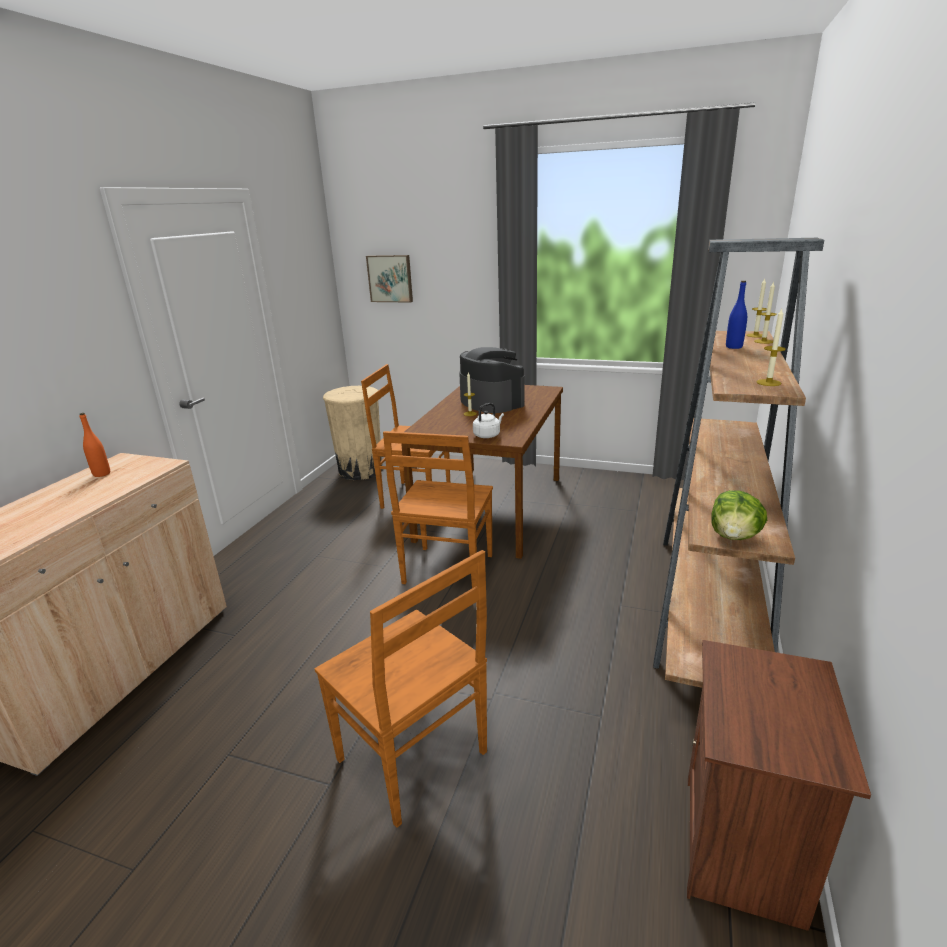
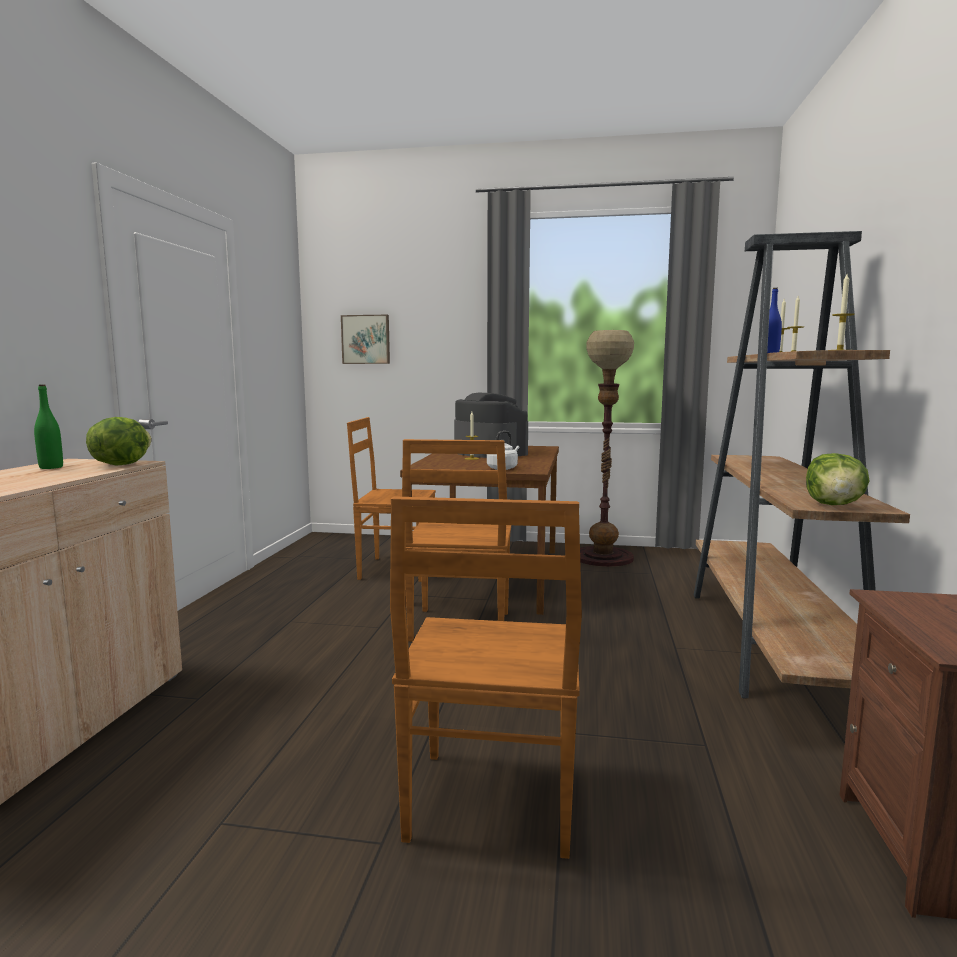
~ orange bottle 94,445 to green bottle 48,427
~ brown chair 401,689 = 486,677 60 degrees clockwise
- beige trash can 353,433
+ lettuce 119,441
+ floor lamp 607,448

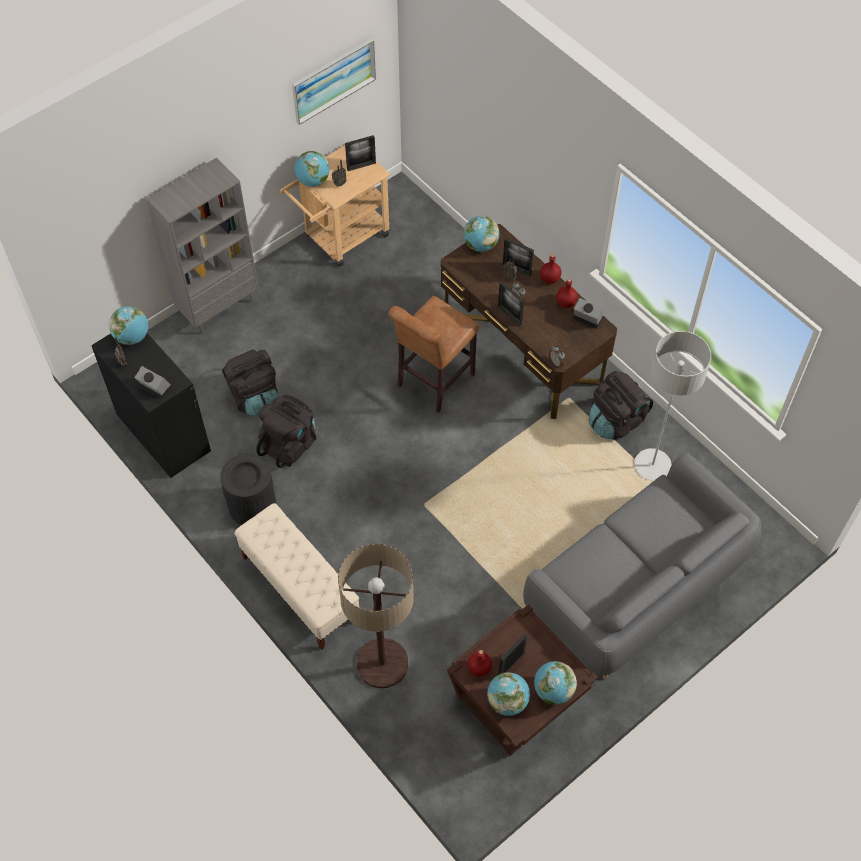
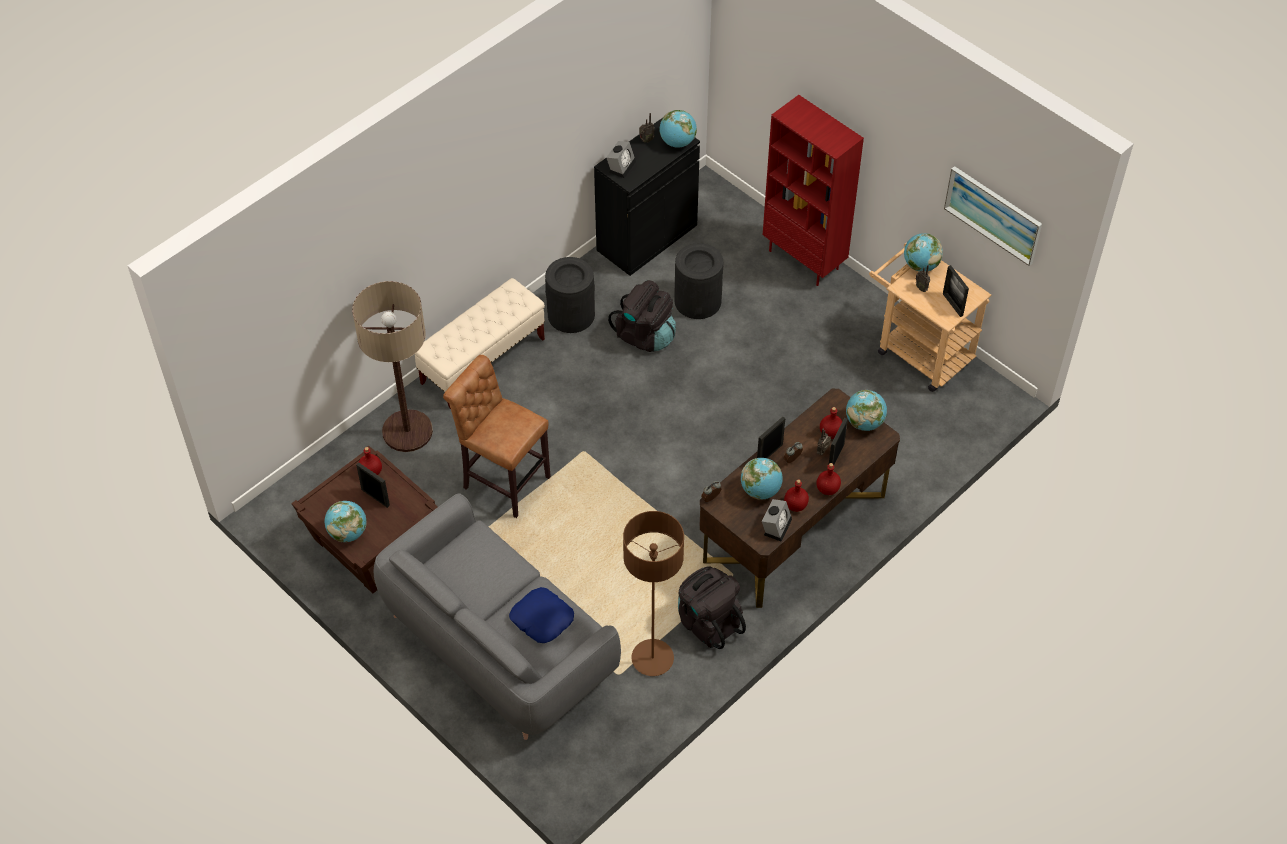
~ grey bookcase 202,246 to red bookcase 813,190
~ black backpack 250,383 to black trash can 698,281
~ brown stool 433,354 to 497,436
~ globe 508,694 to 762,479
~ grey floor lamp 672,406 to brown floor lamp 653,593
+ blue pillow 541,615
+ red bottle 831,423

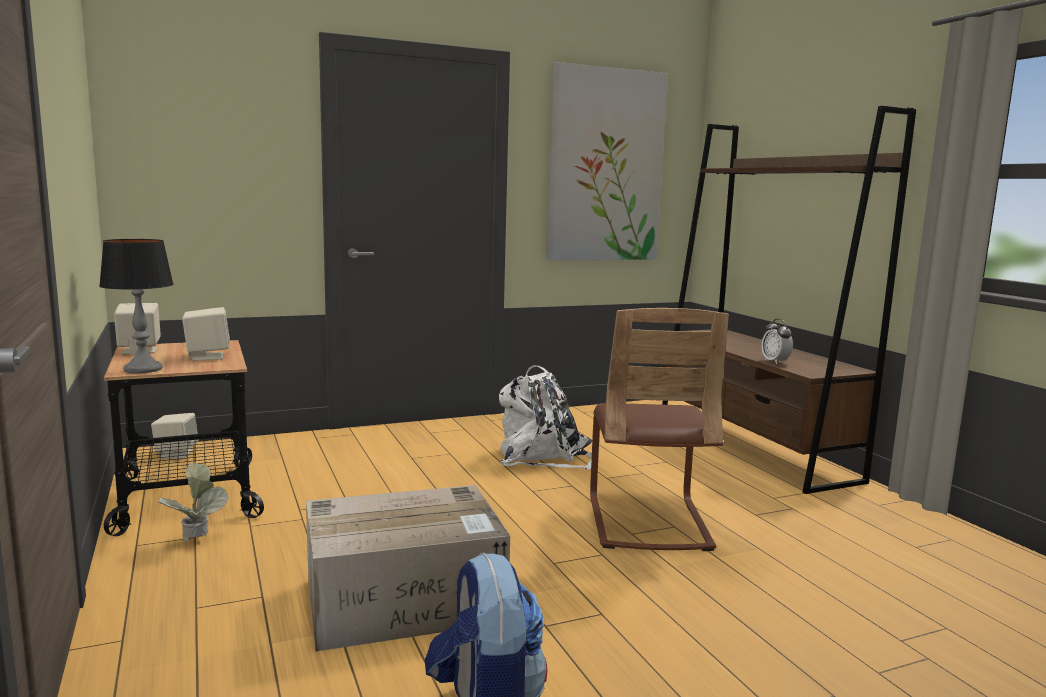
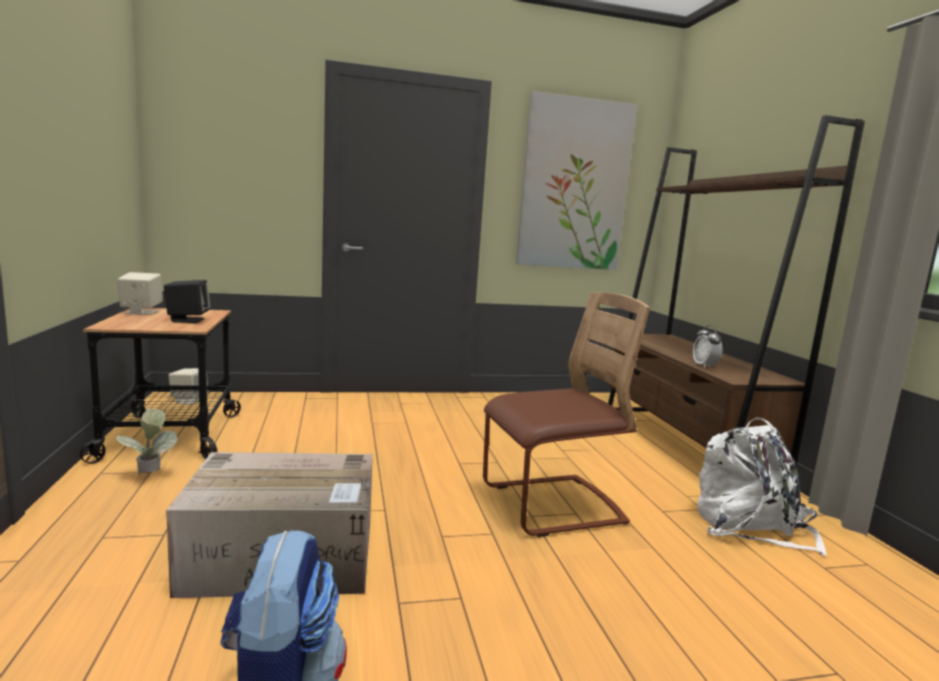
- table lamp 136,306
~ beige speaker 206,334 to black speaker 187,301
~ white backpack 545,417 to 762,486
~ brown chair 659,429 = 566,414 120 degrees counterclockwise

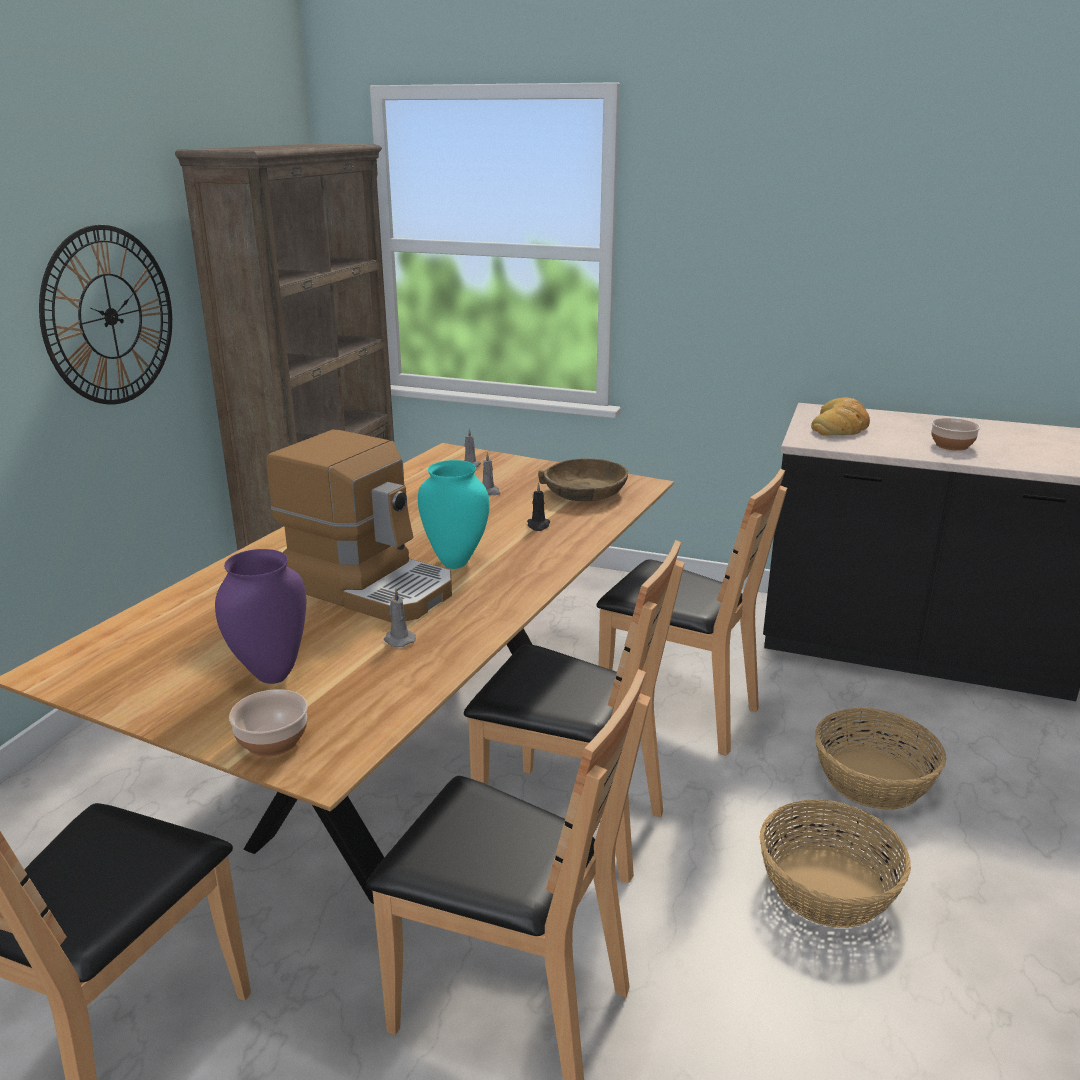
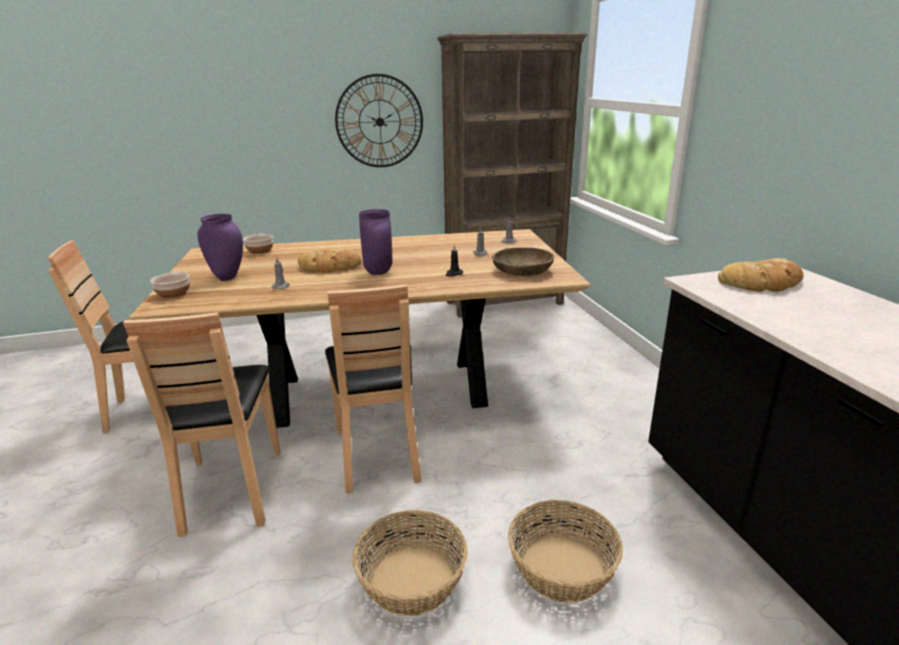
~ coffee machine 359,526 to bread 330,260
~ turquoise vase 453,514 to purple vase 375,242
- brown chair 691,612
~ bowl 956,434 to 258,244

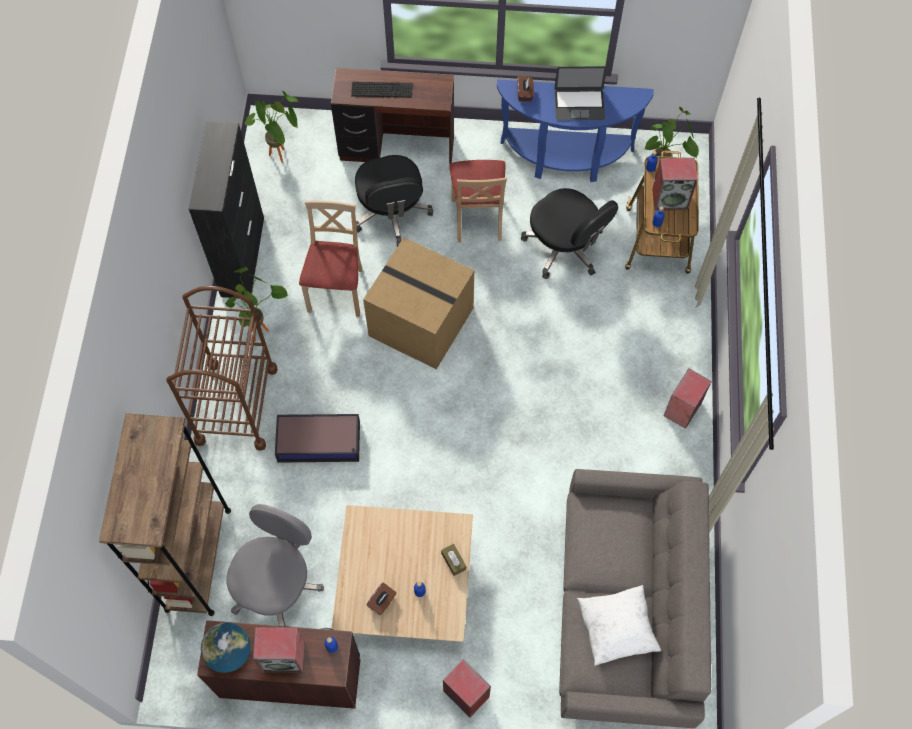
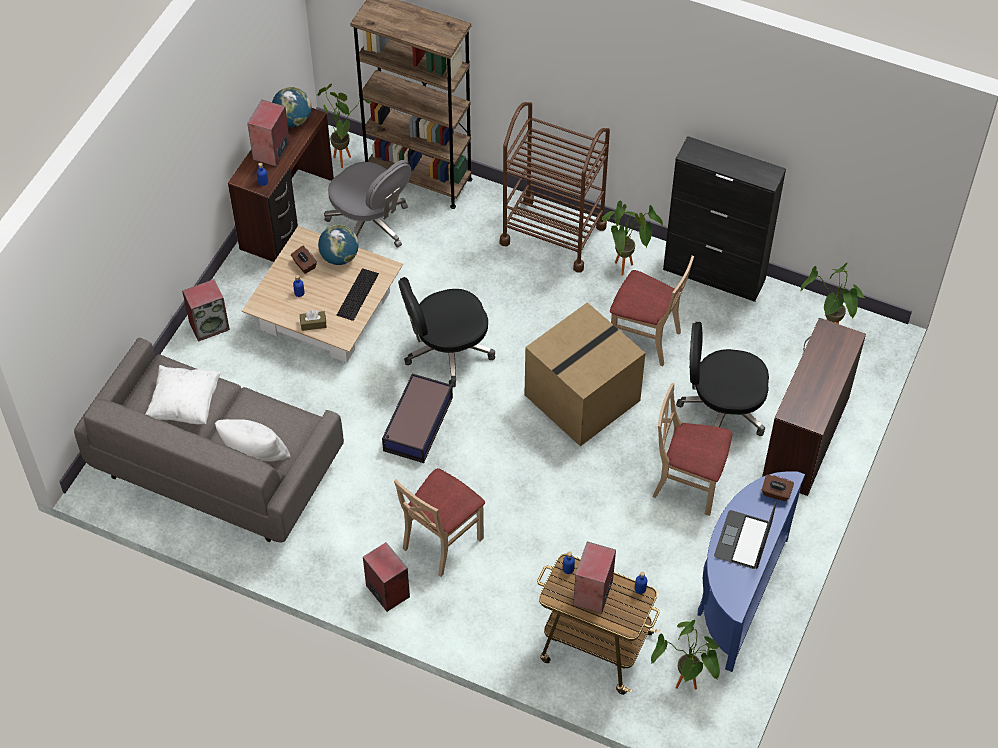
~ storage box 317,438 to 417,418
~ keyboard 382,90 to 358,294
~ black office chair 569,233 to 446,332
+ white pillow 252,440
+ potted plant 344,126
+ globe 338,245
+ beige chair 439,522

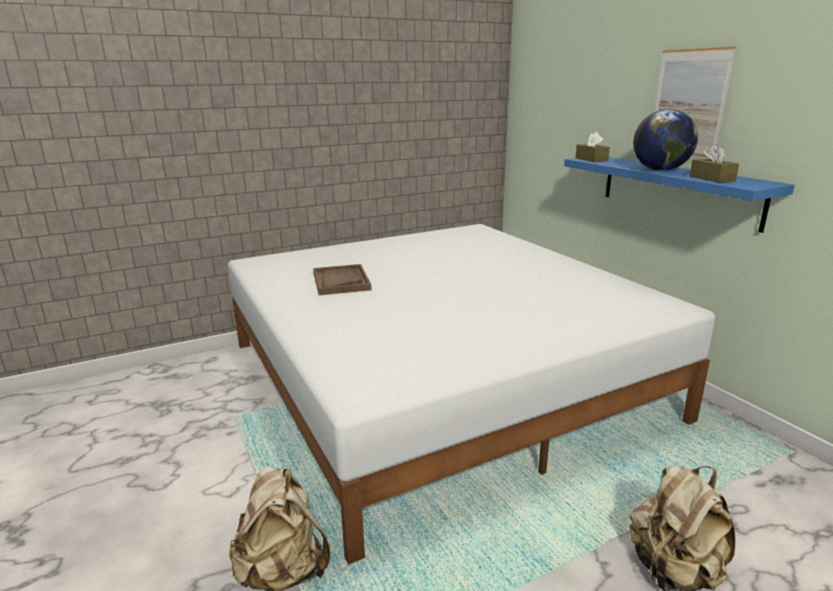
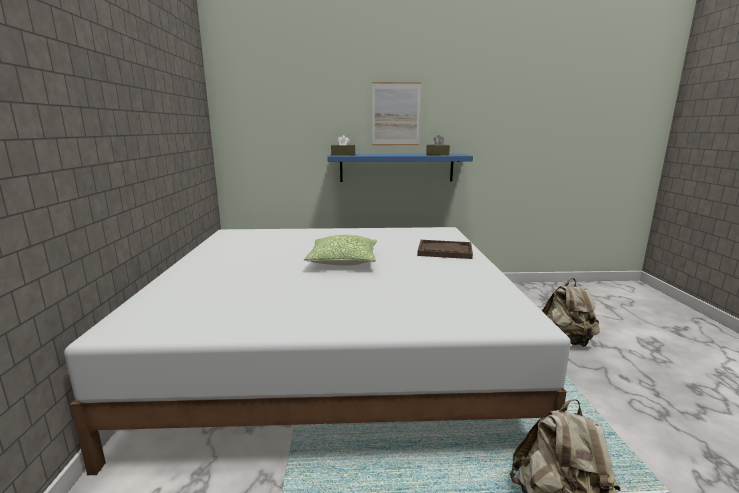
~ brown tray 342,279 to 445,249
- globe 665,140
+ pillow 340,250

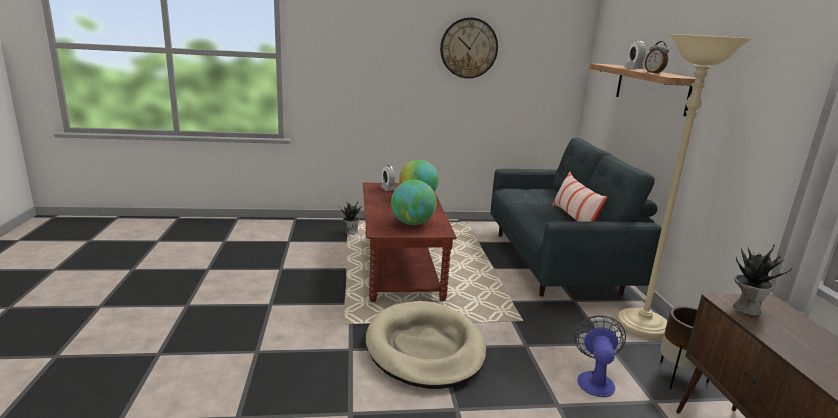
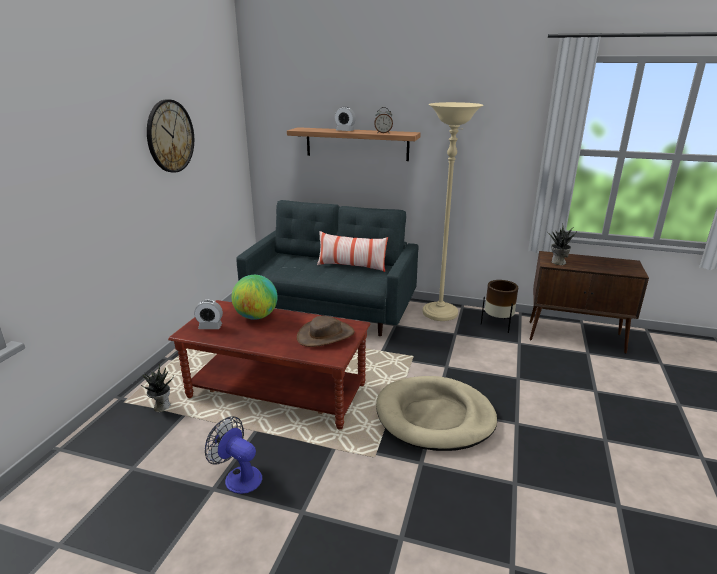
~ globe 414,202 to brown hat 326,331
~ fan 600,356 to 233,455

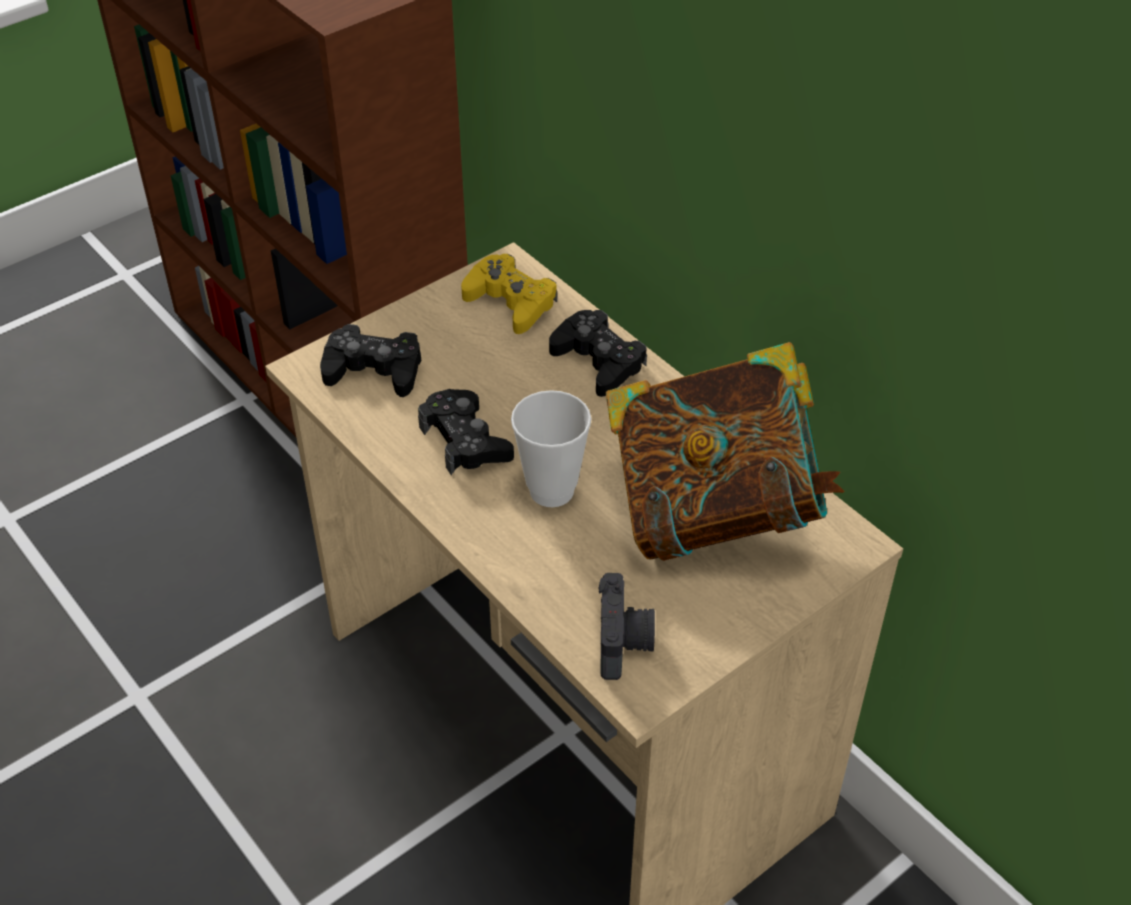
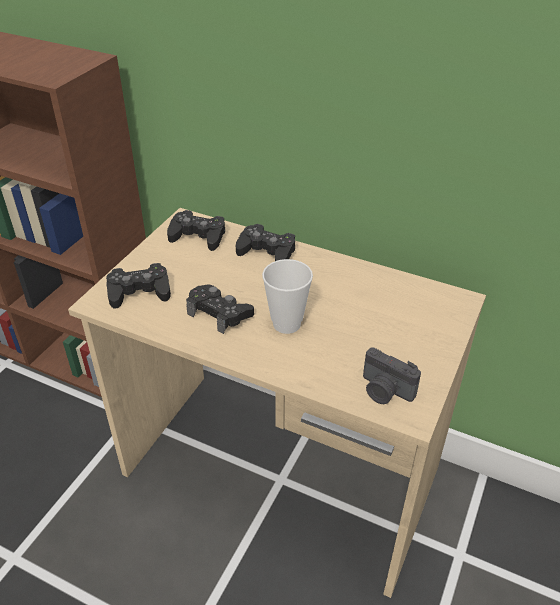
~ yellow game controller 509,294 to black game controller 196,230
~ photo camera 626,626 = 392,375 150 degrees clockwise
- book 725,451

